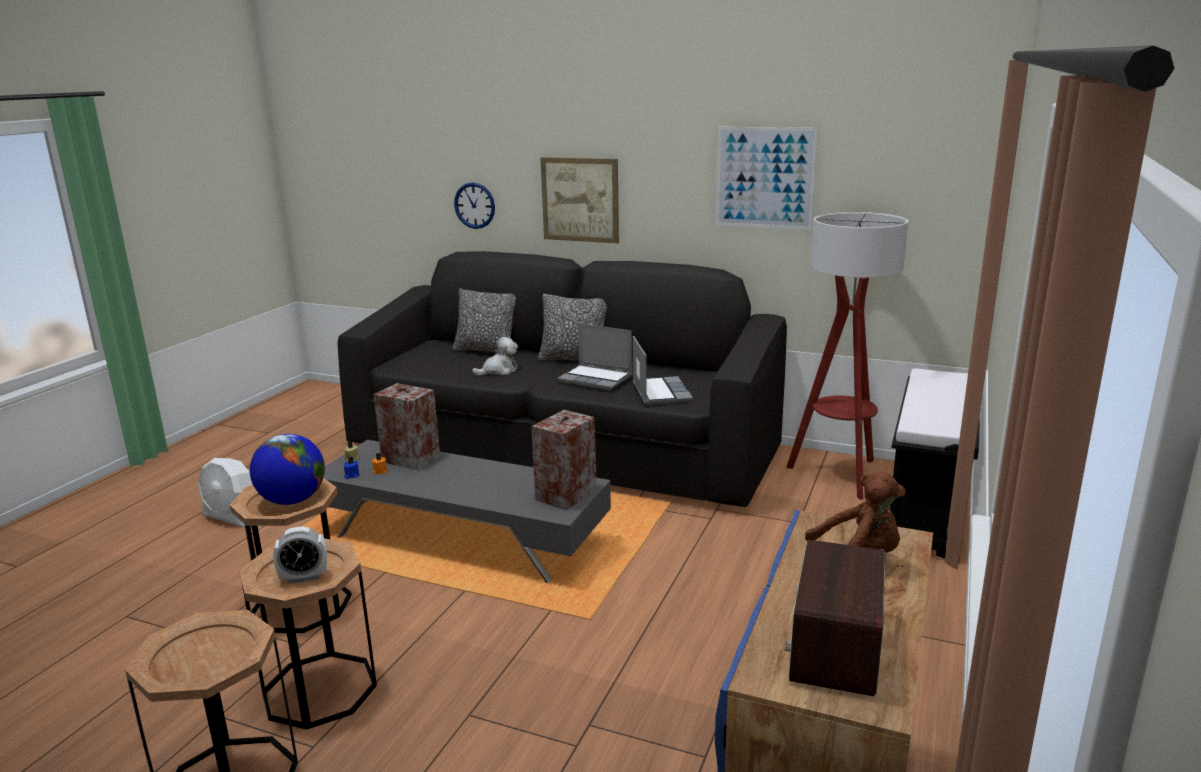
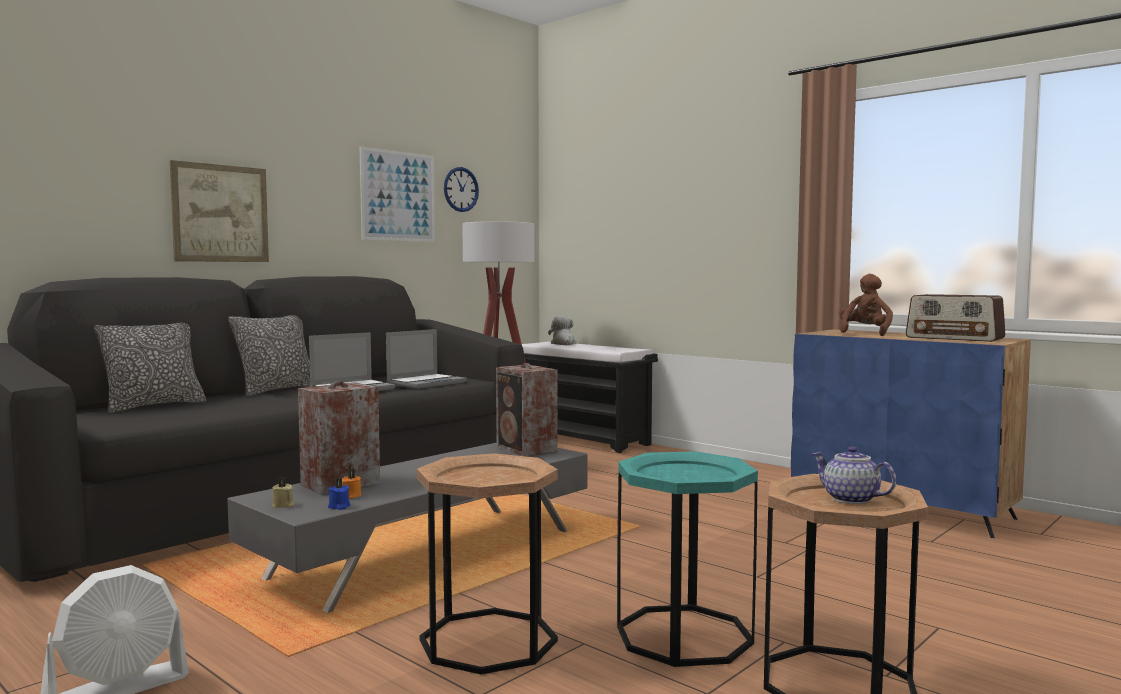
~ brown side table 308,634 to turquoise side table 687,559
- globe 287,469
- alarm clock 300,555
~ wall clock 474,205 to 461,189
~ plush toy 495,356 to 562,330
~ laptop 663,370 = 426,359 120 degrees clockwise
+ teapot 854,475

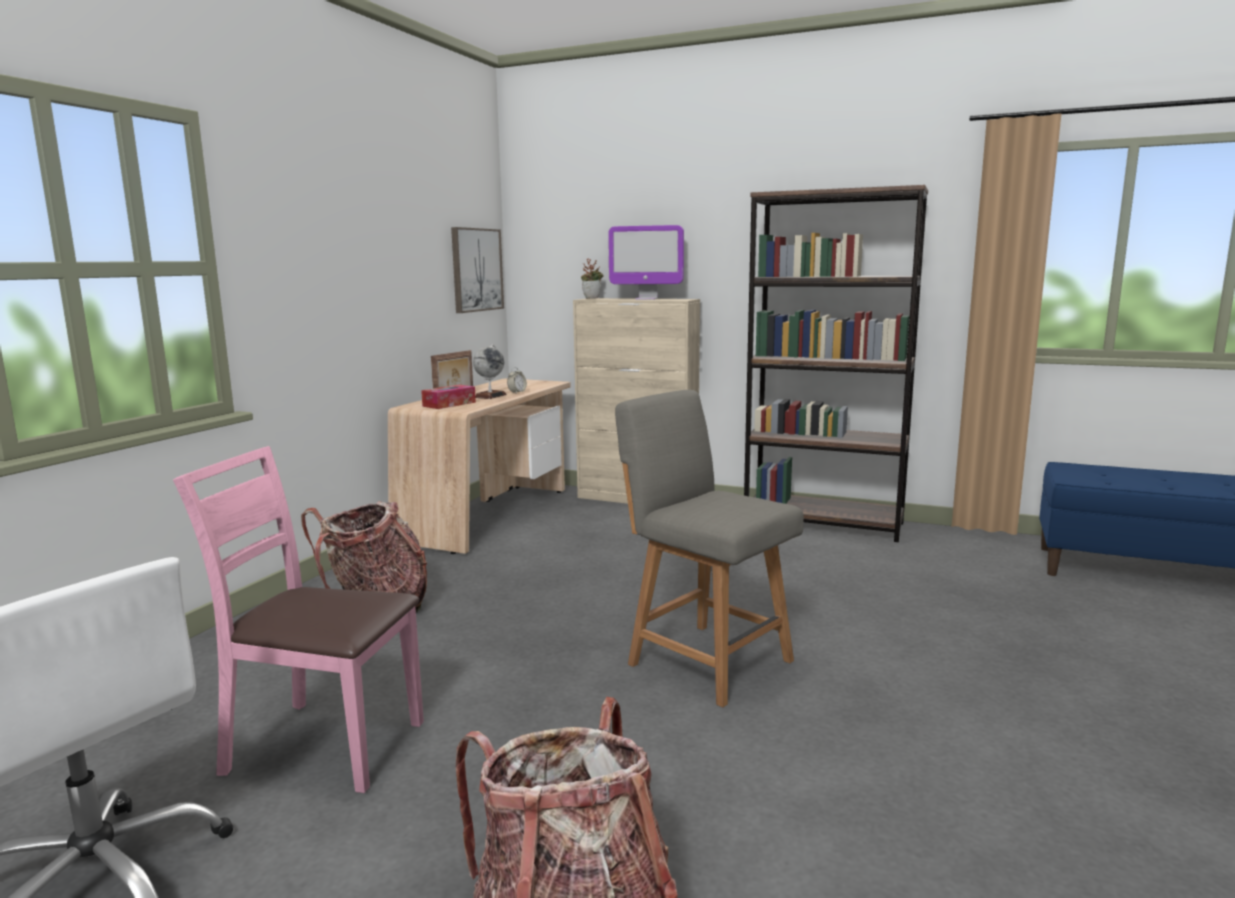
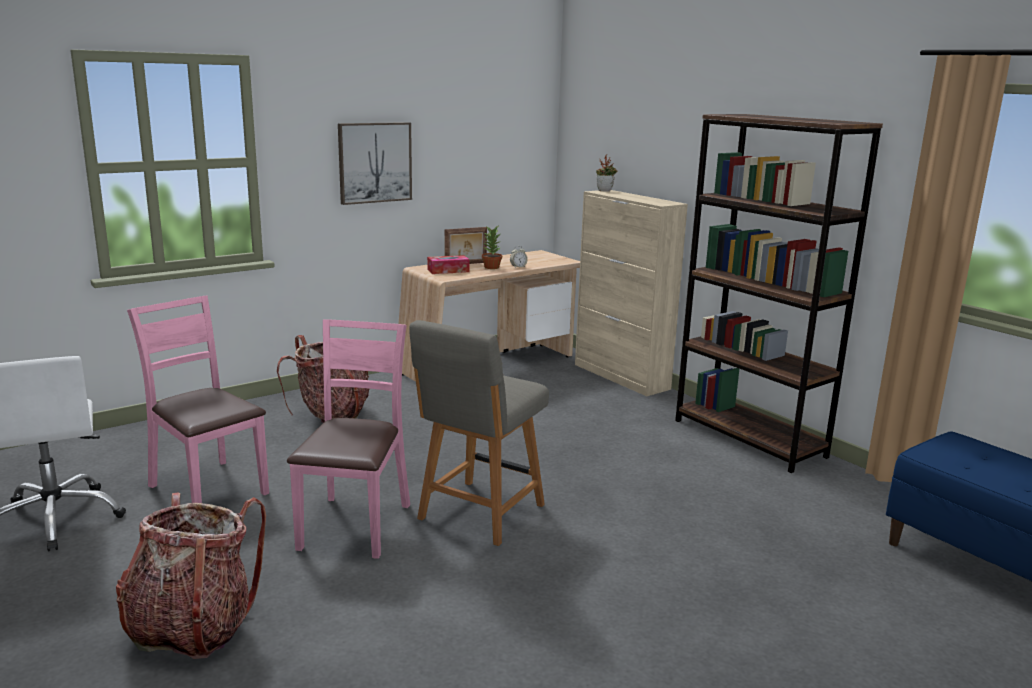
~ picture 477,270 to 375,163
~ globe 490,371 to potted plant 492,247
- monitor 646,262
~ grey chair 709,548 = 479,433 135 degrees counterclockwise
+ pink chair 348,439

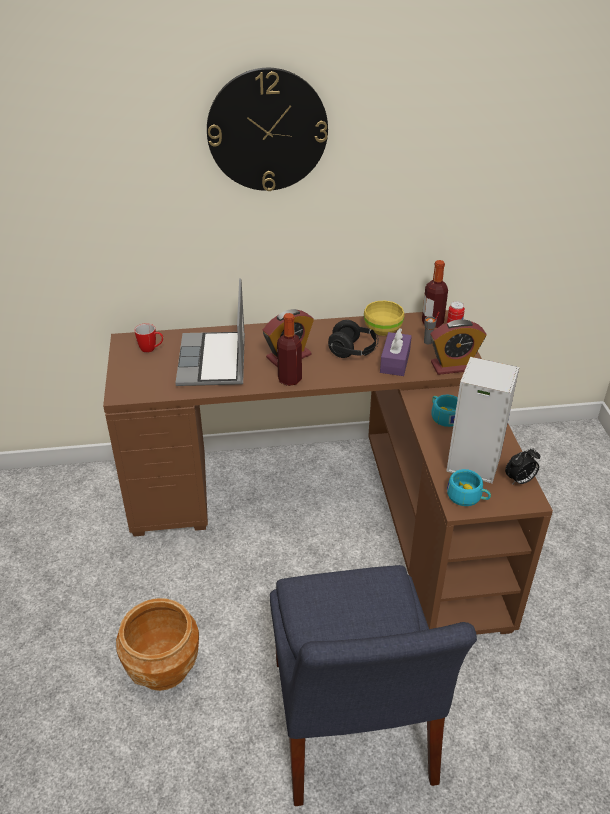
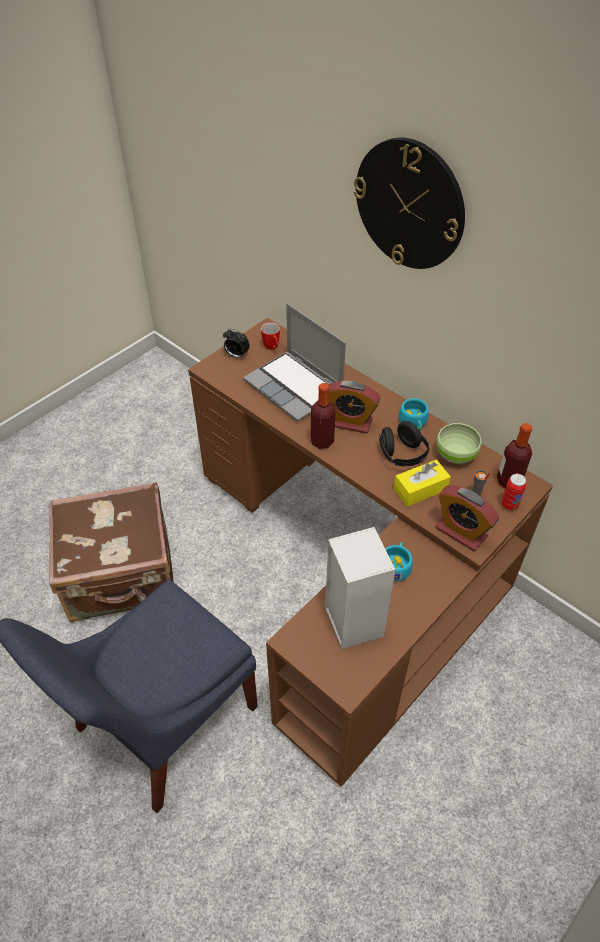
~ brown planter 157,644 to brown suitcase 111,552
~ laptop 210,332 = 294,362 90 degrees counterclockwise
~ yellow bowl 384,318 to green bowl 459,443
~ purple tissue box 396,352 to yellow tissue box 422,483
~ turquoise cup 469,487 to 414,414
~ alarm clock 522,466 to 236,343

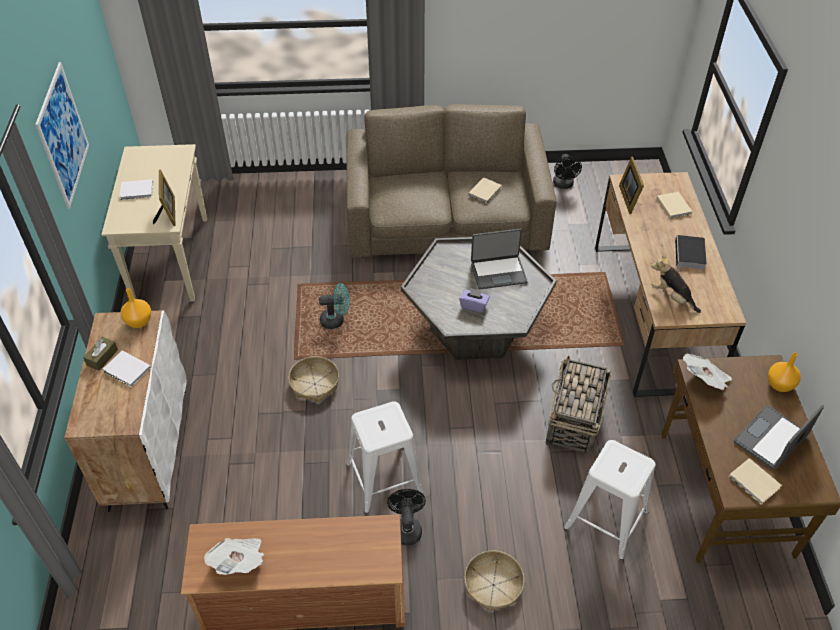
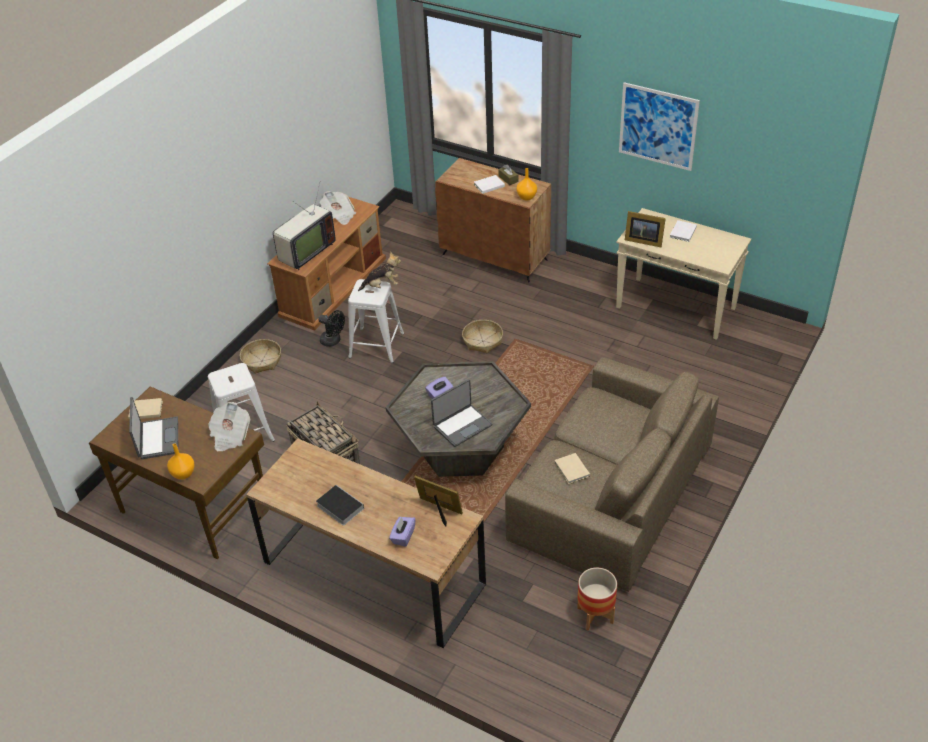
~ white cabinet 125,411 to brown cabinet 493,220
- turquoise fan 334,306
~ laptop 499,259 = 461,413 150 degrees counterclockwise
~ black fan 567,171 to planter 597,599
~ plush toy 676,283 to 379,271
~ beige book 674,205 to purple tissue box 402,532
+ television 304,226

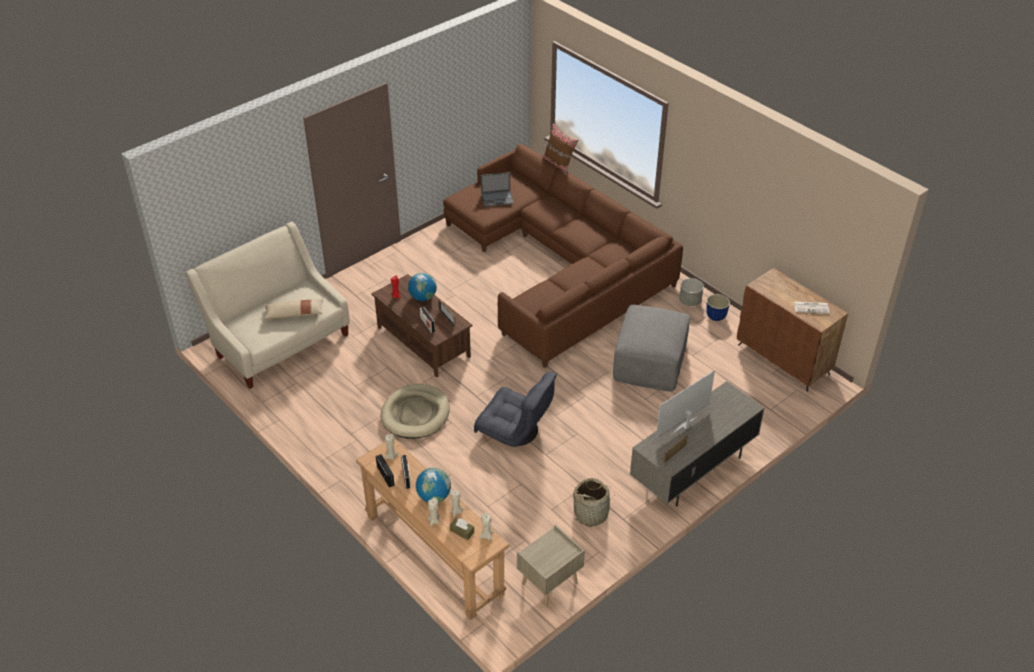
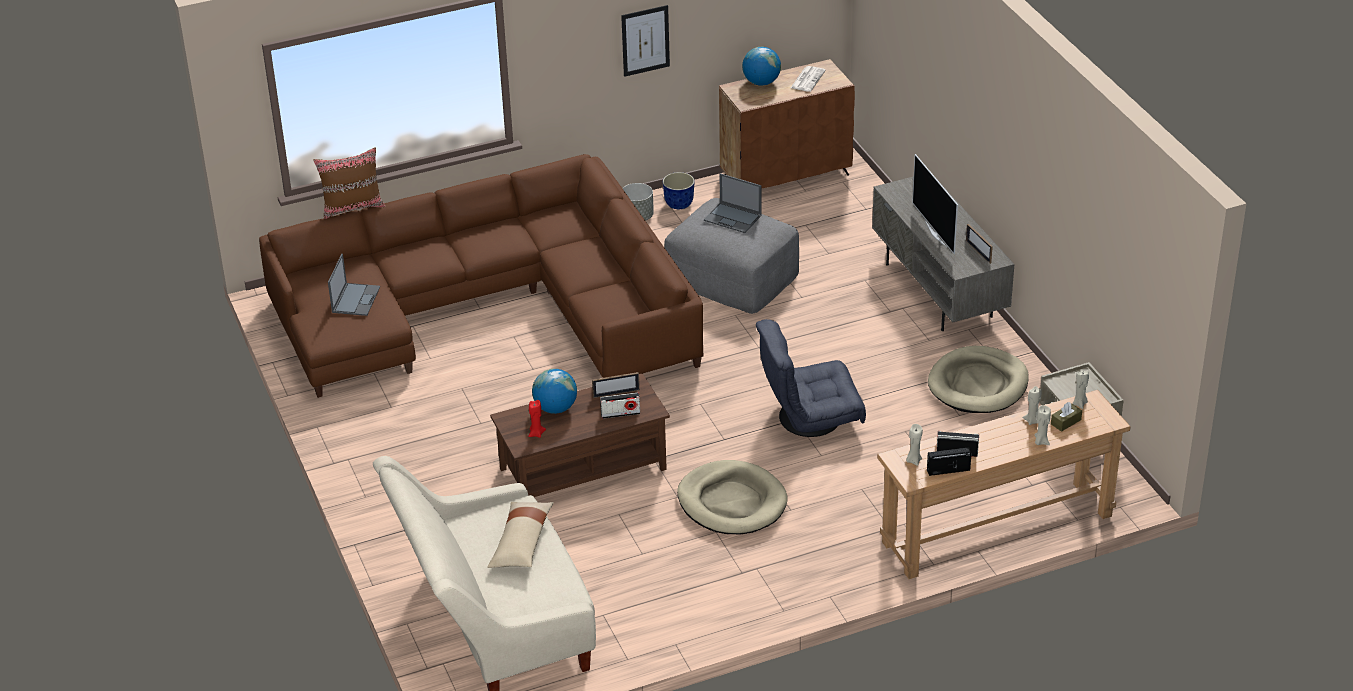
~ globe 433,485 to 761,66
~ grey armchair 515,409 = 811,378 150 degrees counterclockwise
~ basket 593,502 to beige dog bed 978,379
+ picture 645,41
+ laptop 733,203

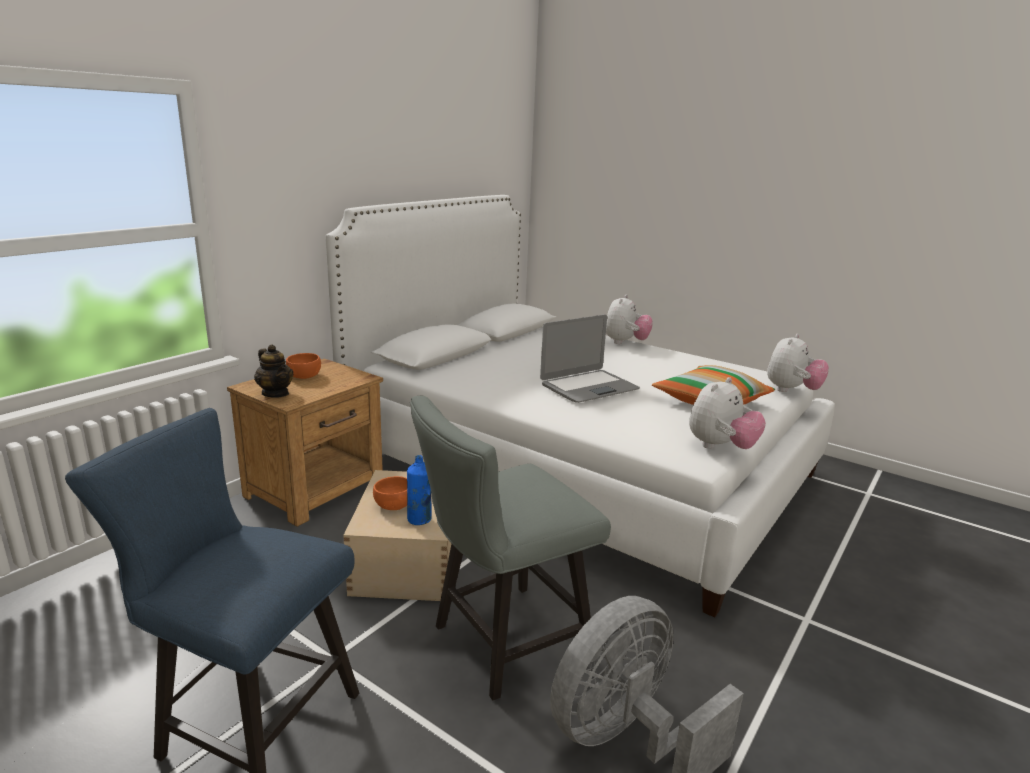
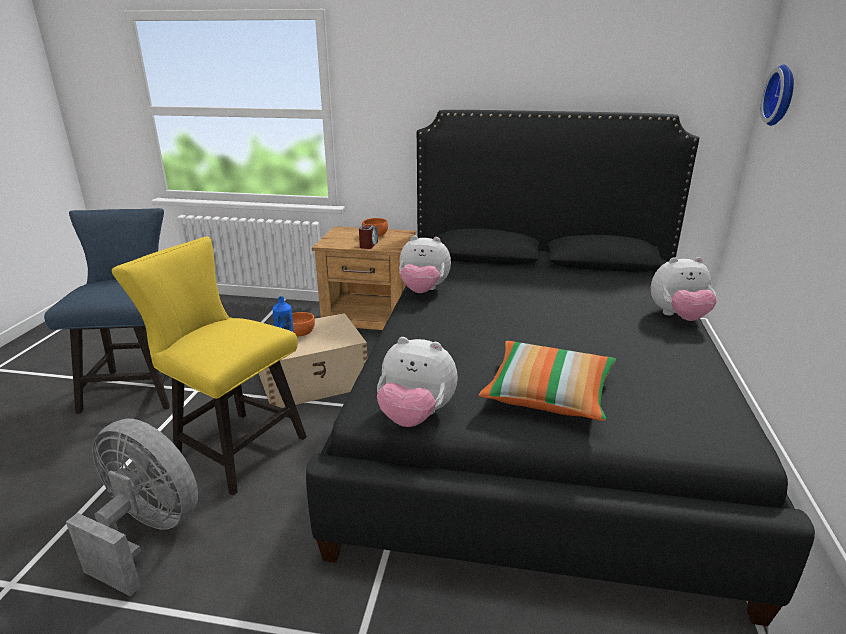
- teapot 274,370
~ white bed 580,406 to black bed 560,368
~ grey chair 510,548 to yellow chair 209,366
- laptop 590,359
~ plush toy 798,363 to 425,264
+ alarm clock 368,237
+ wall clock 777,95

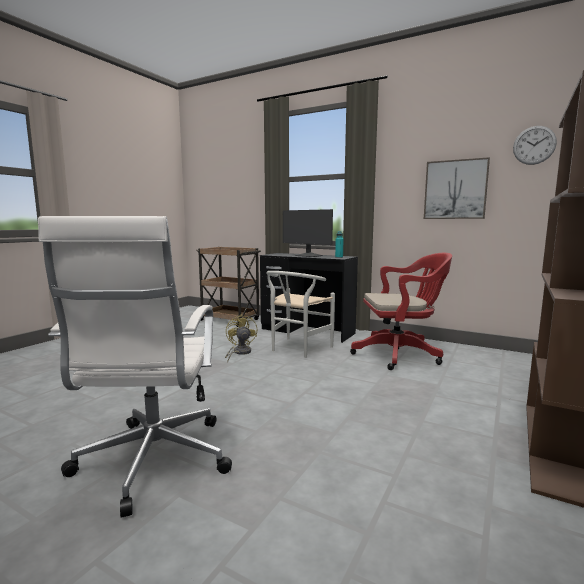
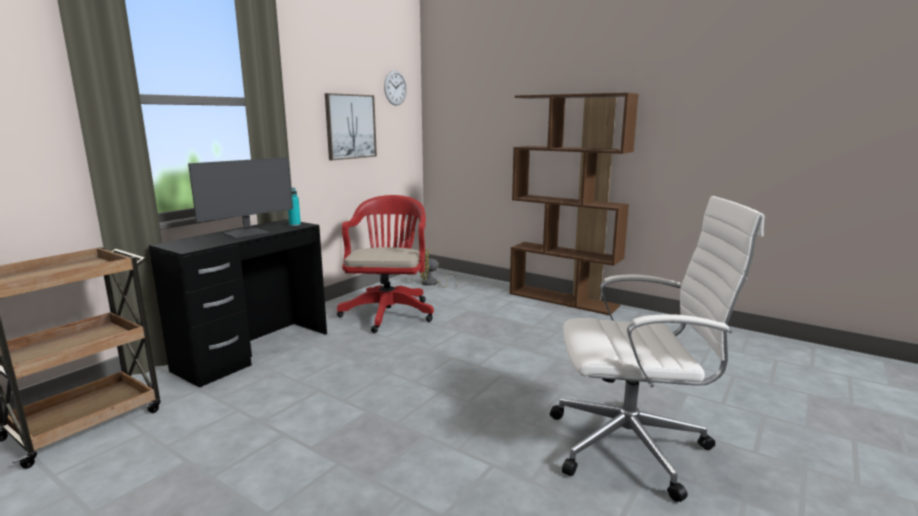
~ yellow fan 241,337 to 439,268
- white chair 300,314

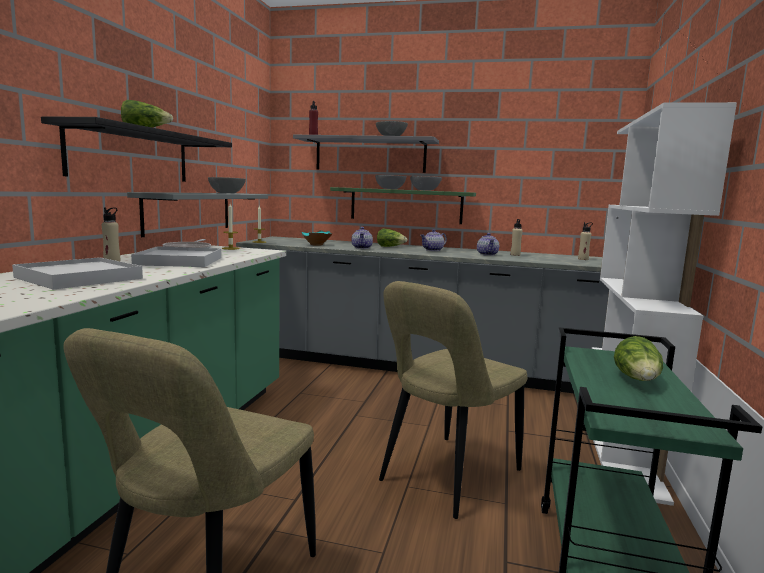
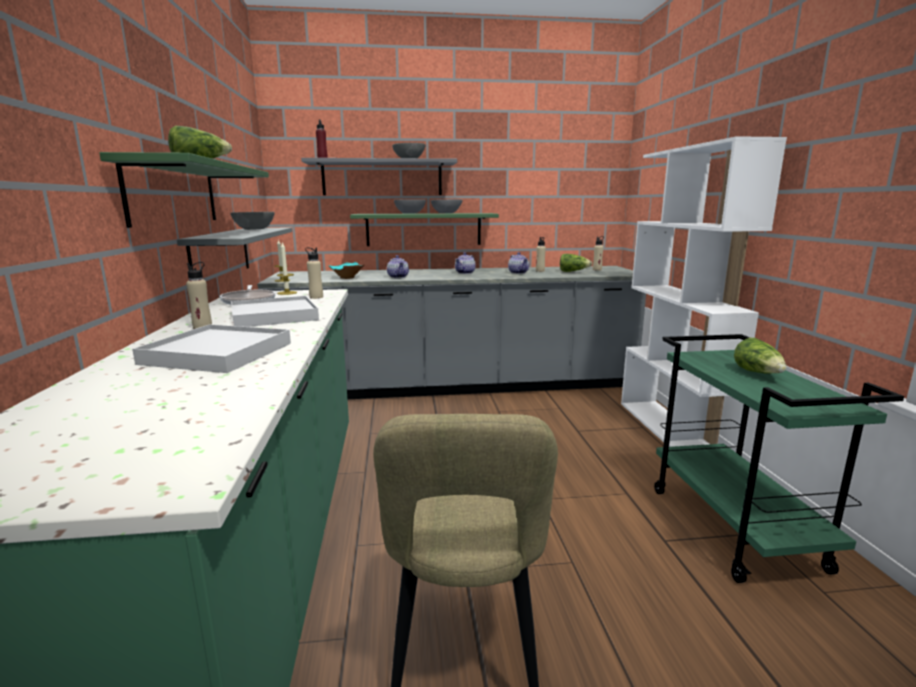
~ black shelf 136,149 to green shelf 184,190
~ lettuce 392,238 to 576,263
- beige chair 453,400
+ beige bottle 314,273

